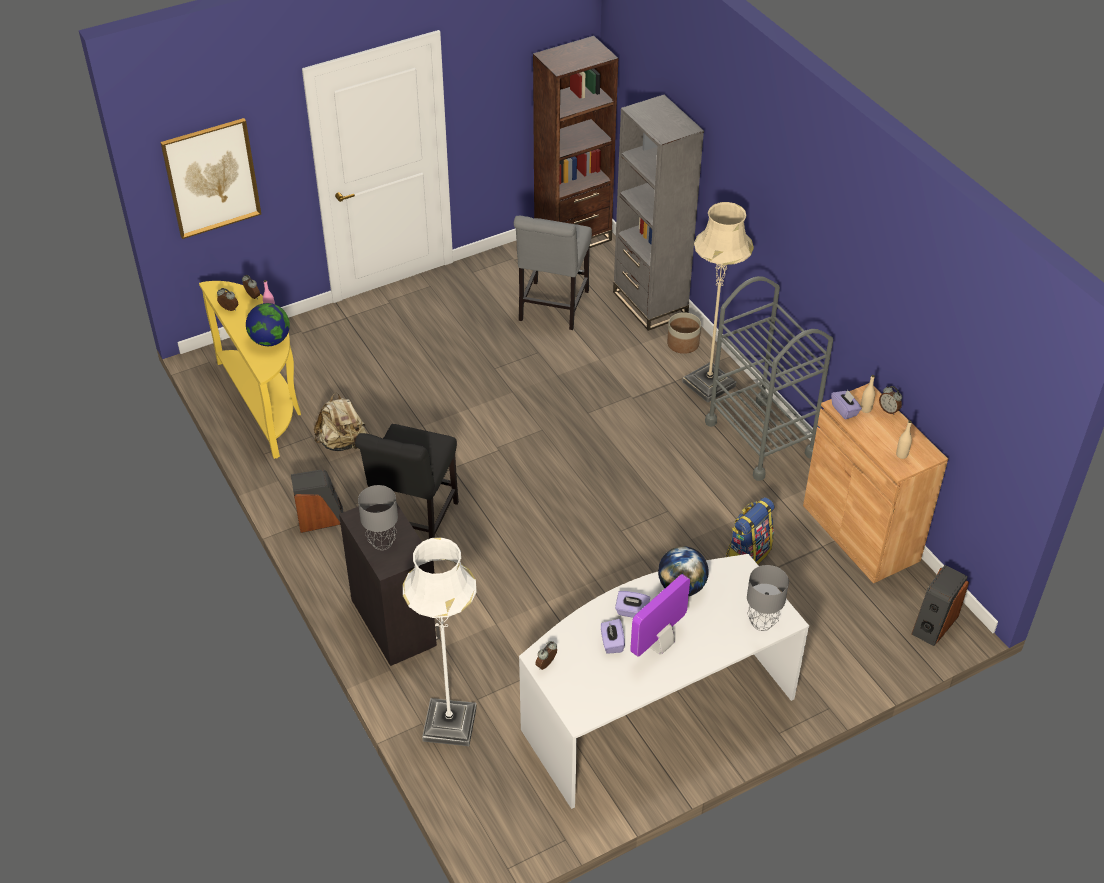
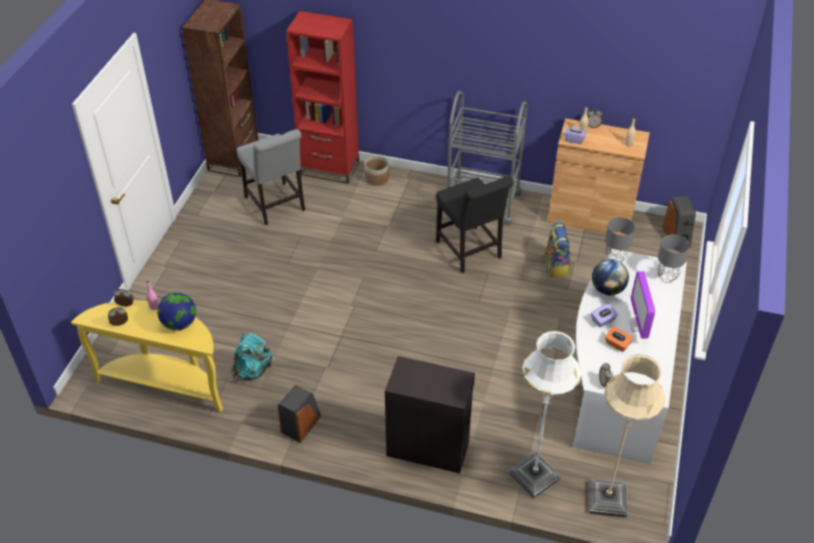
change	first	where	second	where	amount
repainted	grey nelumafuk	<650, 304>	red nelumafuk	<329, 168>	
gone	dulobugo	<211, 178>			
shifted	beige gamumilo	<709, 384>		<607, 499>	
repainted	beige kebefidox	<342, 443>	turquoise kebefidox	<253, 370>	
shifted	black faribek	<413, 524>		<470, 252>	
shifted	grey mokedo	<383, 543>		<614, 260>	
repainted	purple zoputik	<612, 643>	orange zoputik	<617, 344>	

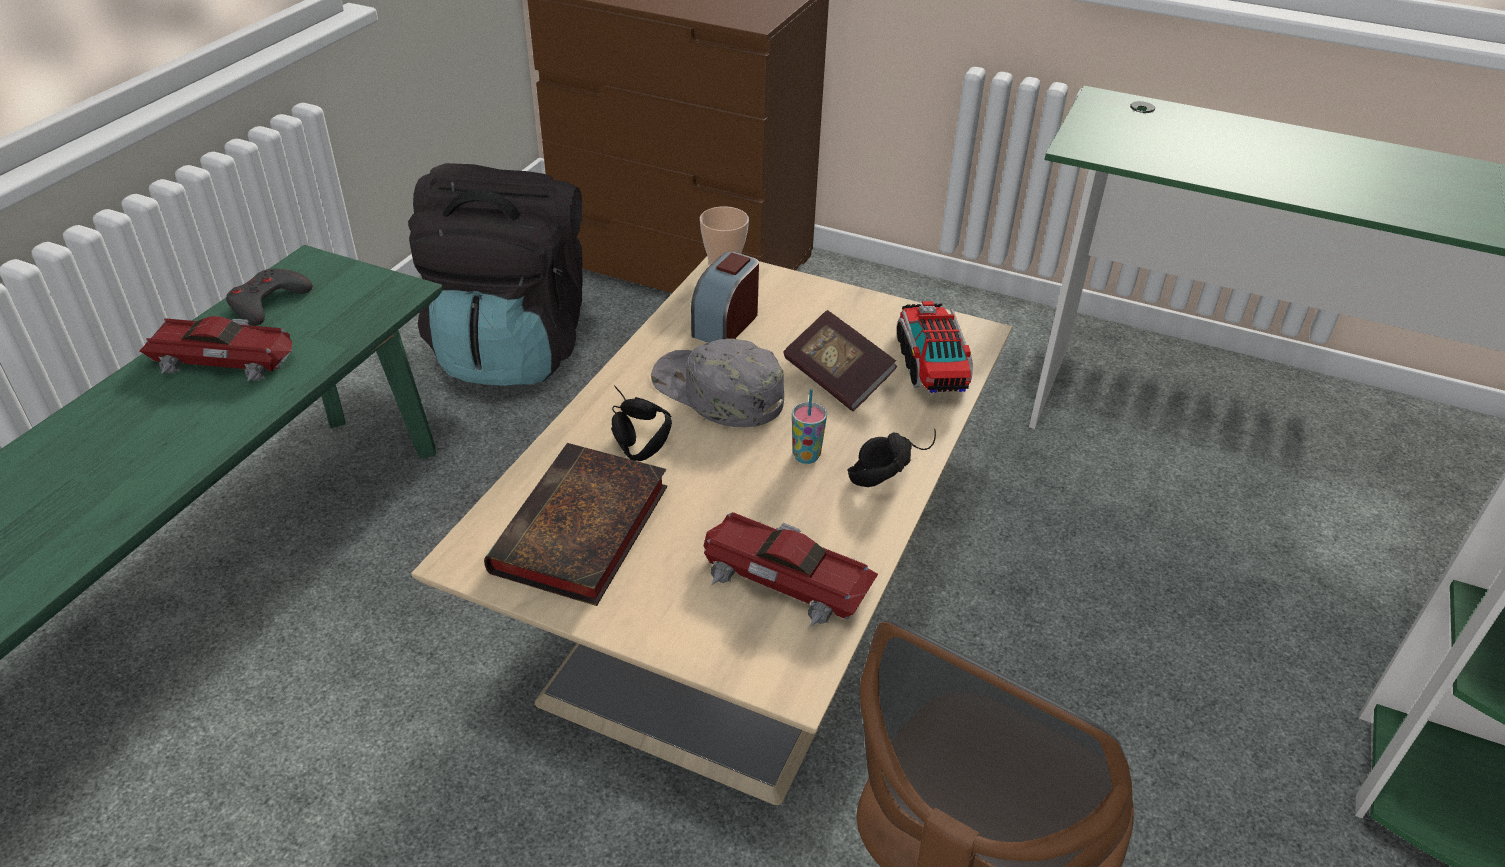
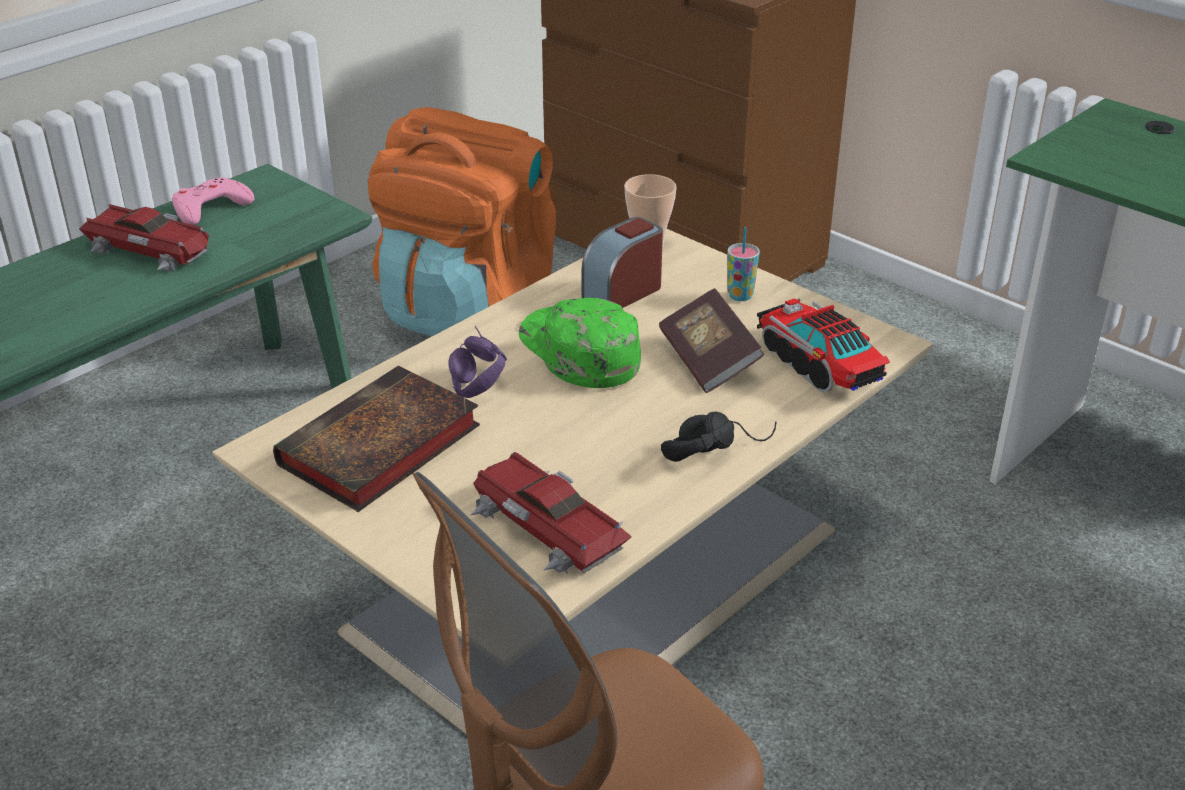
change	first	where	second	where	amount
repainted	black kebefidox	<512, 348>	orange kebefidox	<468, 306>	
repainted	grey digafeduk	<268, 302>	pink digafeduk	<210, 208>	
rotated	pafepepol	<932, 364>		<818, 364>	45 degrees counterclockwise
repainted	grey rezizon	<717, 391>	green rezizon	<578, 351>	
repainted	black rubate	<627, 432>	purple rubate	<470, 372>	
shifted	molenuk	<806, 456>		<740, 296>	

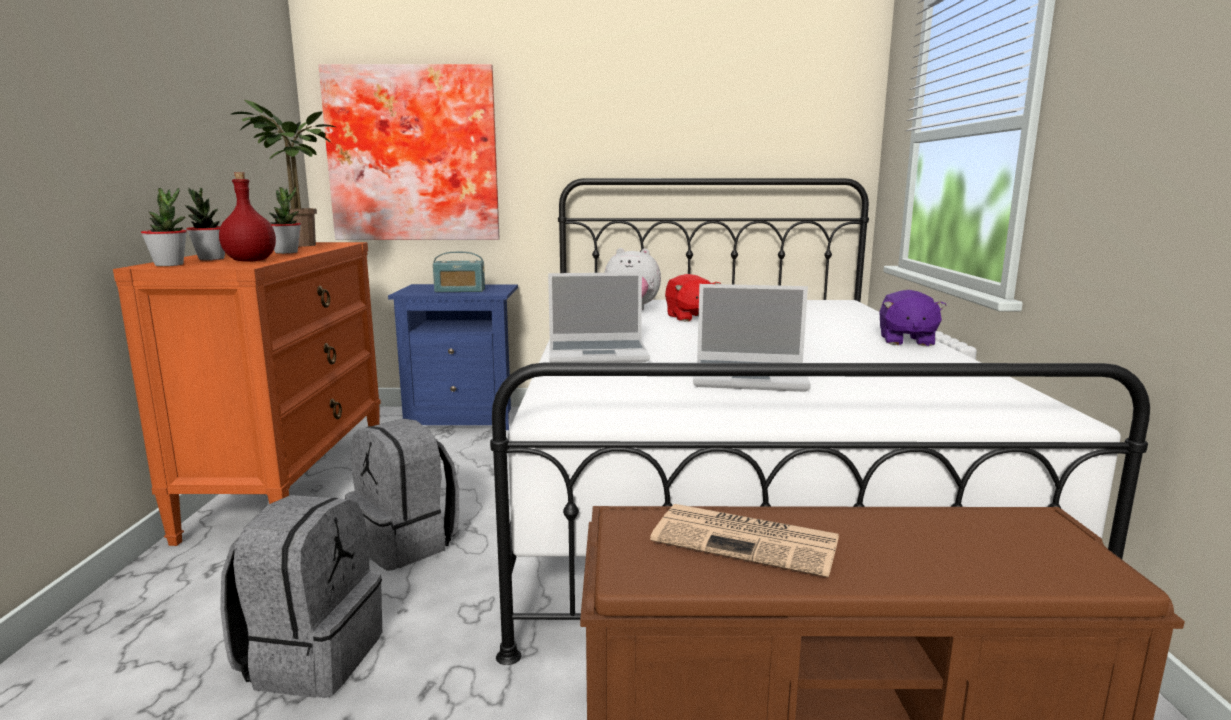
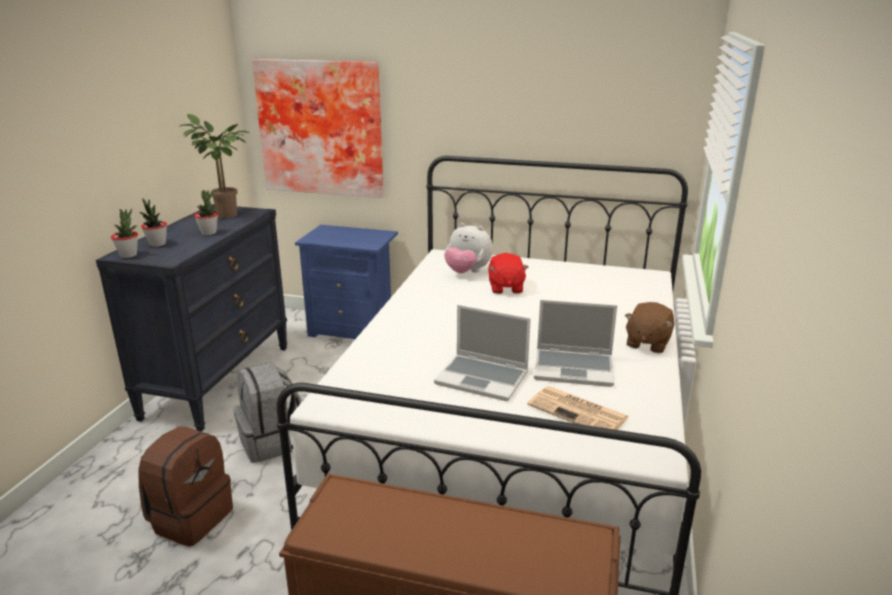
change	first	where	second	where	amount
gone	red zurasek	<250, 261>			
repainted	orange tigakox	<291, 485>	black tigakox	<218, 380>	
gone	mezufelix	<460, 290>			
shifted	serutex	<599, 354>		<574, 368>	
repainted	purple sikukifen	<905, 341>	brown sikukifen	<647, 343>	
repainted	grey kebefidox	<312, 657>	brown kebefidox	<190, 518>	
shifted	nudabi	<748, 540>		<579, 412>	

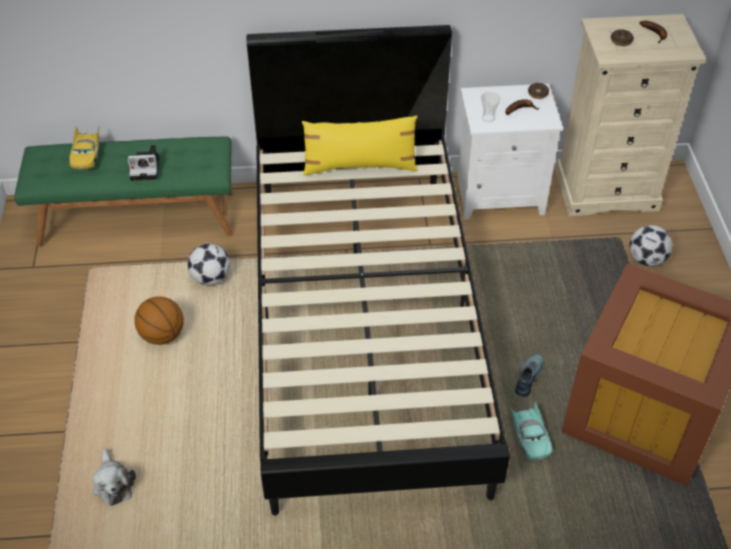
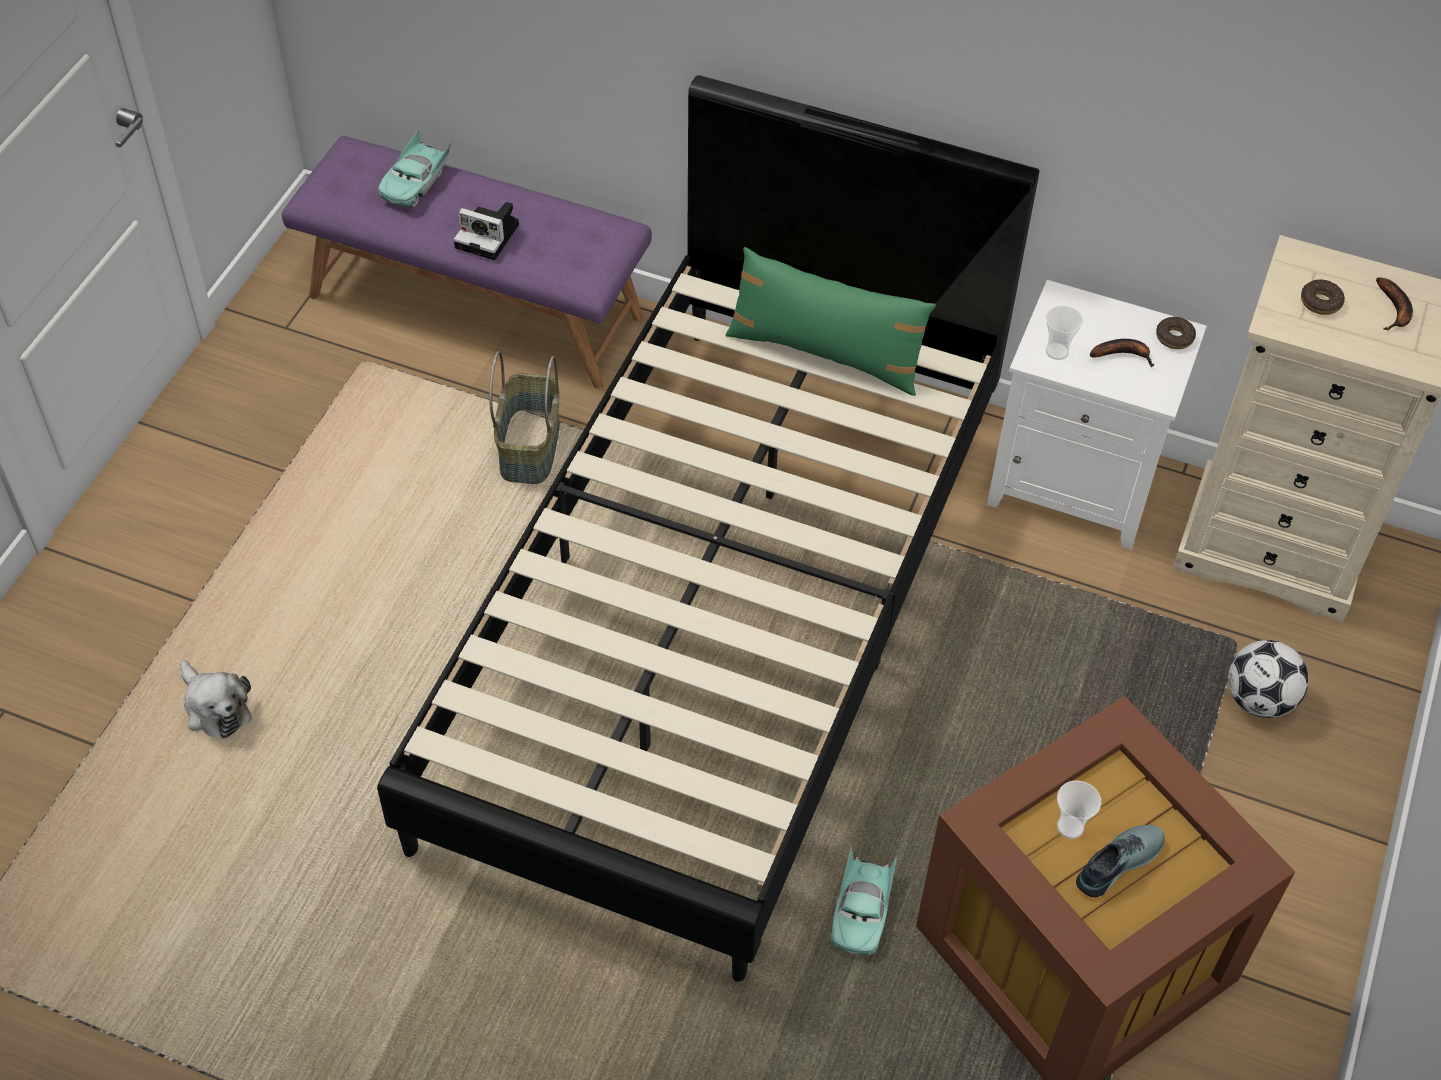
change	first	where	second	where	amount
repainted	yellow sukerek	<360, 166>	green sukerek	<825, 353>	
repainted	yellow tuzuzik	<86, 155>	turquoise tuzuzik	<415, 182>	
repainted	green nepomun	<137, 217>	purple nepomun	<477, 304>	
swapped	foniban	<211, 278>	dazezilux	<528, 447>	
gone	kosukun	<162, 335>			
shifted	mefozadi	<527, 377>		<1116, 861>	
rotated	sikukifen	<113, 484>		<215, 708>	45 degrees counterclockwise
new			molenuk	<1070, 827>	

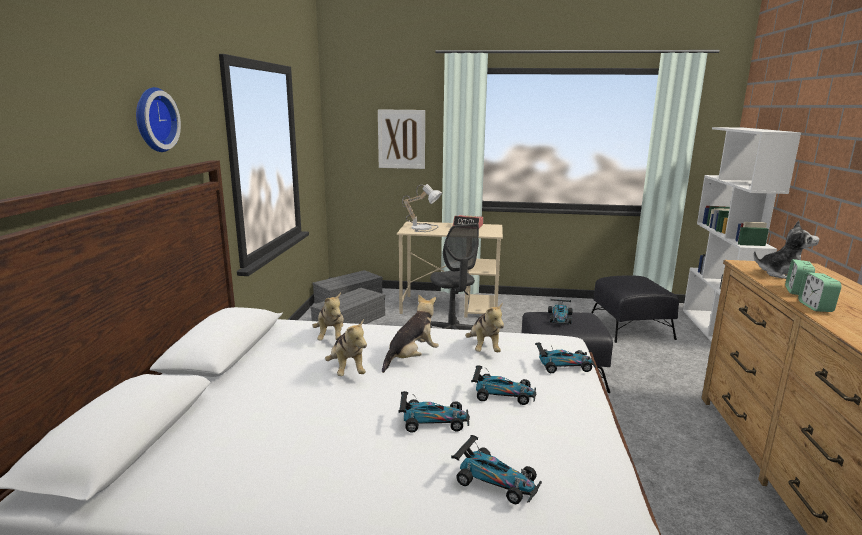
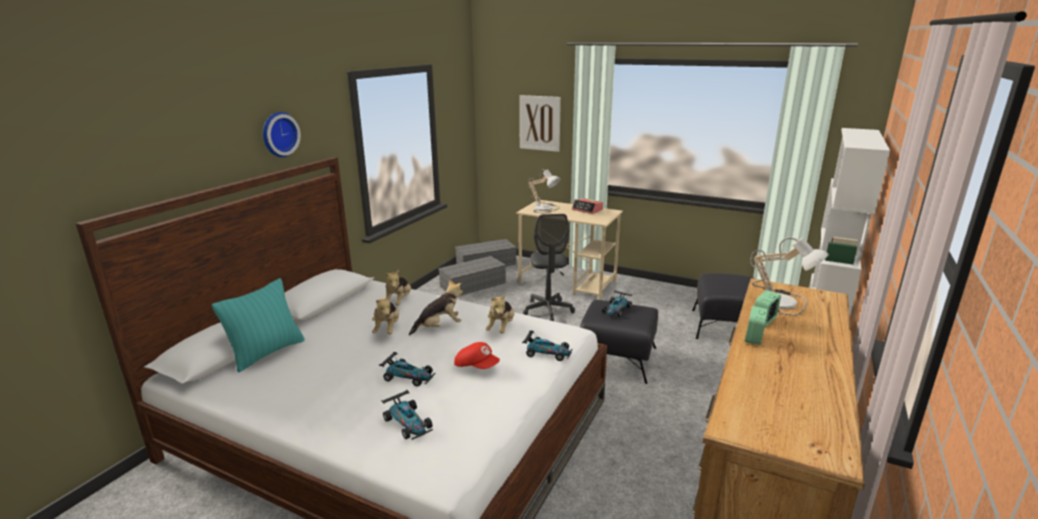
change	first	where	second	where	amount
swapped	sikukifen	<781, 274>	mokedo	<782, 301>	
swapped	tuzuzik	<502, 394>	red rezizon	<477, 366>	
new			turquoise sukerek	<267, 353>	

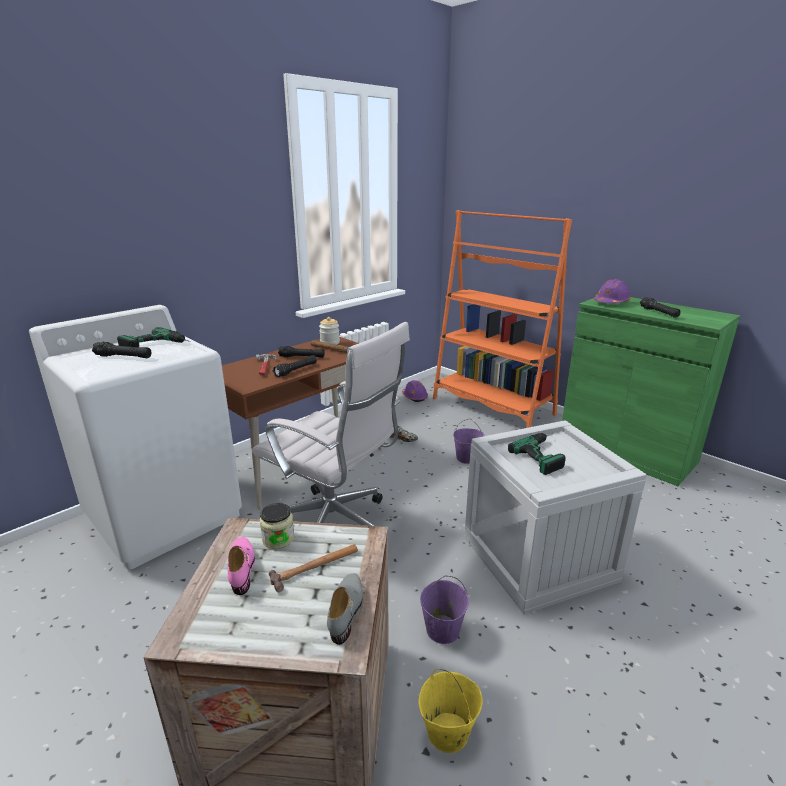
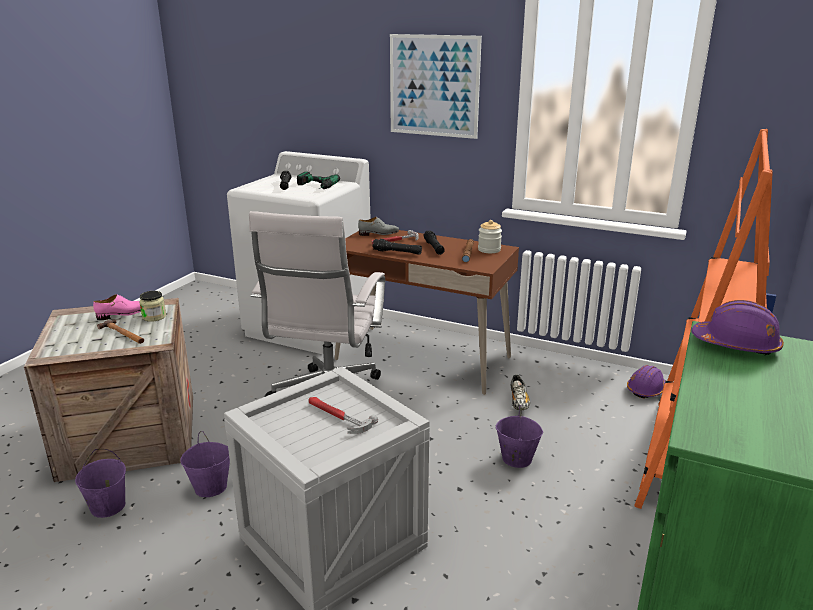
change	first	where	second	where	amount
gone	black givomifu	<658, 312>			
swapped	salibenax	<546, 454>	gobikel	<337, 417>	
shifted	grey mefozadi	<347, 610>		<379, 233>	
repainted	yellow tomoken	<447, 733>	purple tomoken	<107, 506>	
new			dulobugo	<434, 86>	

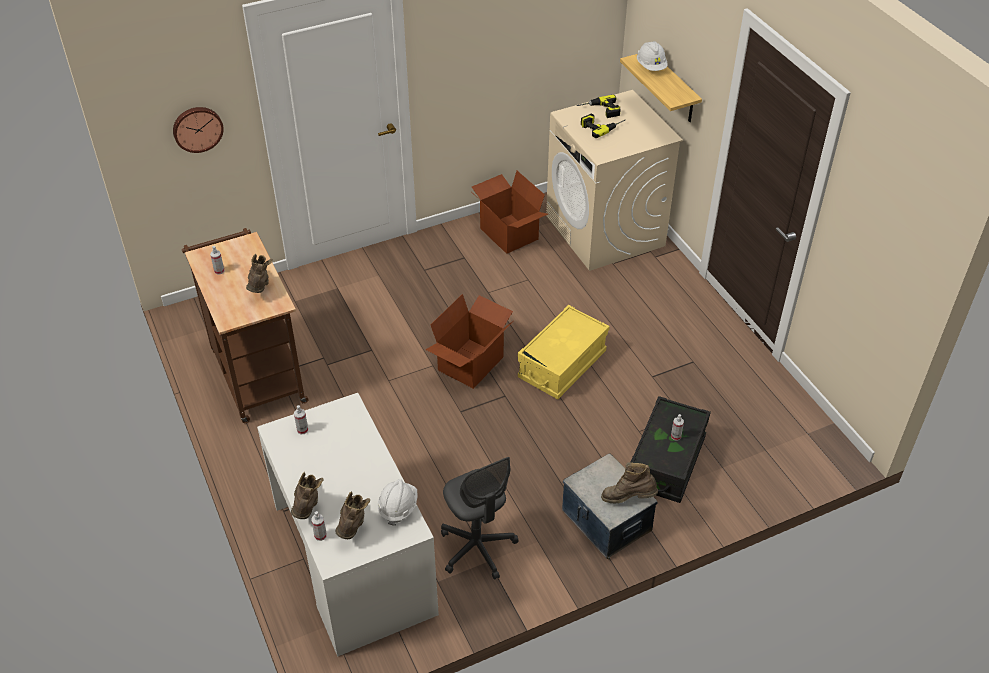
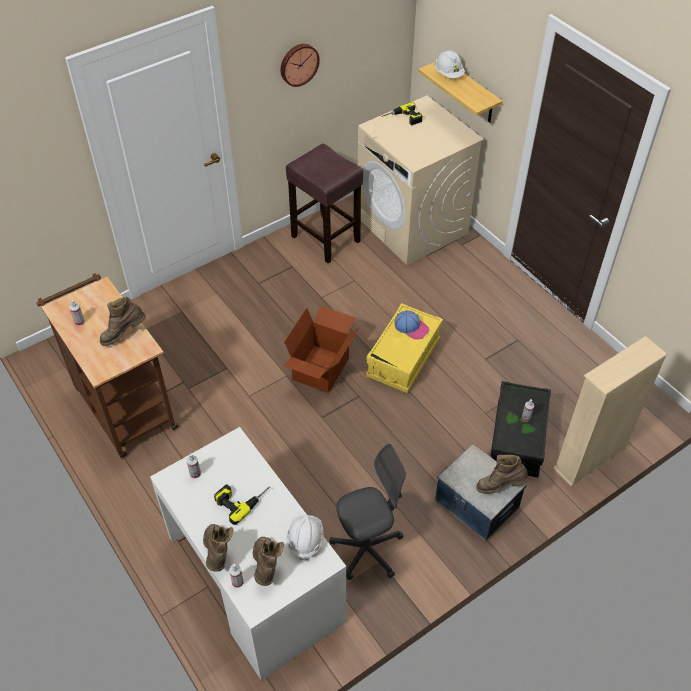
change	first	where	second	where	amount
shifted	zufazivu	<197, 128>		<298, 64>	
shifted	salibenax	<601, 126>		<241, 498>	
swapped	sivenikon	<508, 234>	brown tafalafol	<326, 239>	
rotated	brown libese	<260, 288>		<124, 334>	105 degrees counterclockwise
rotated	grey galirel	<477, 548>		<367, 550>	75 degrees counterclockwise
new			rezizon	<411, 327>	
new			beige nelumafuk	<589, 458>	

